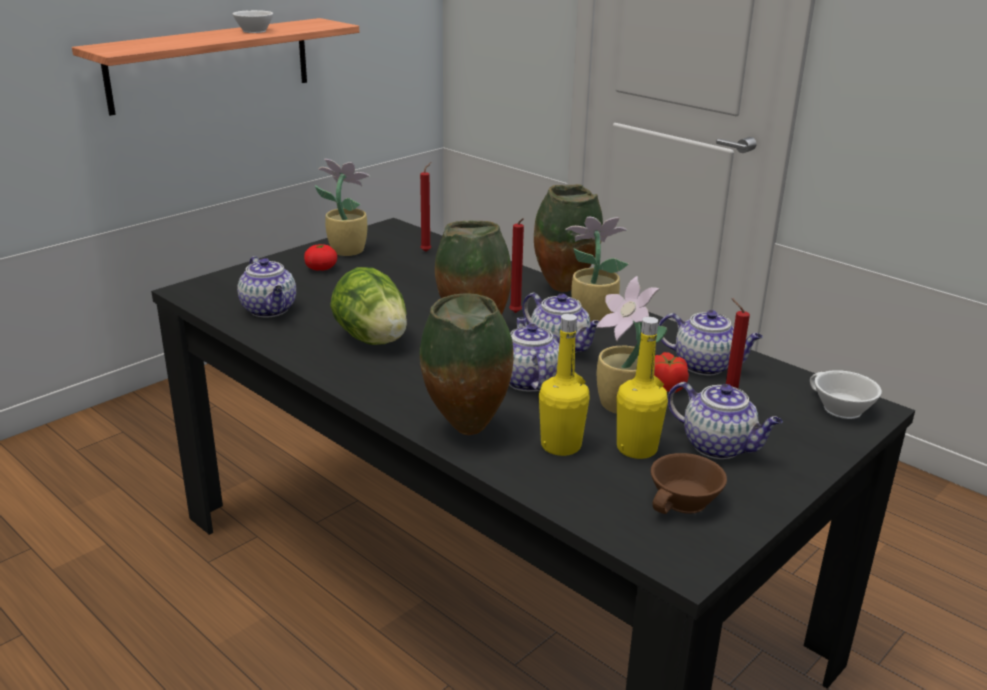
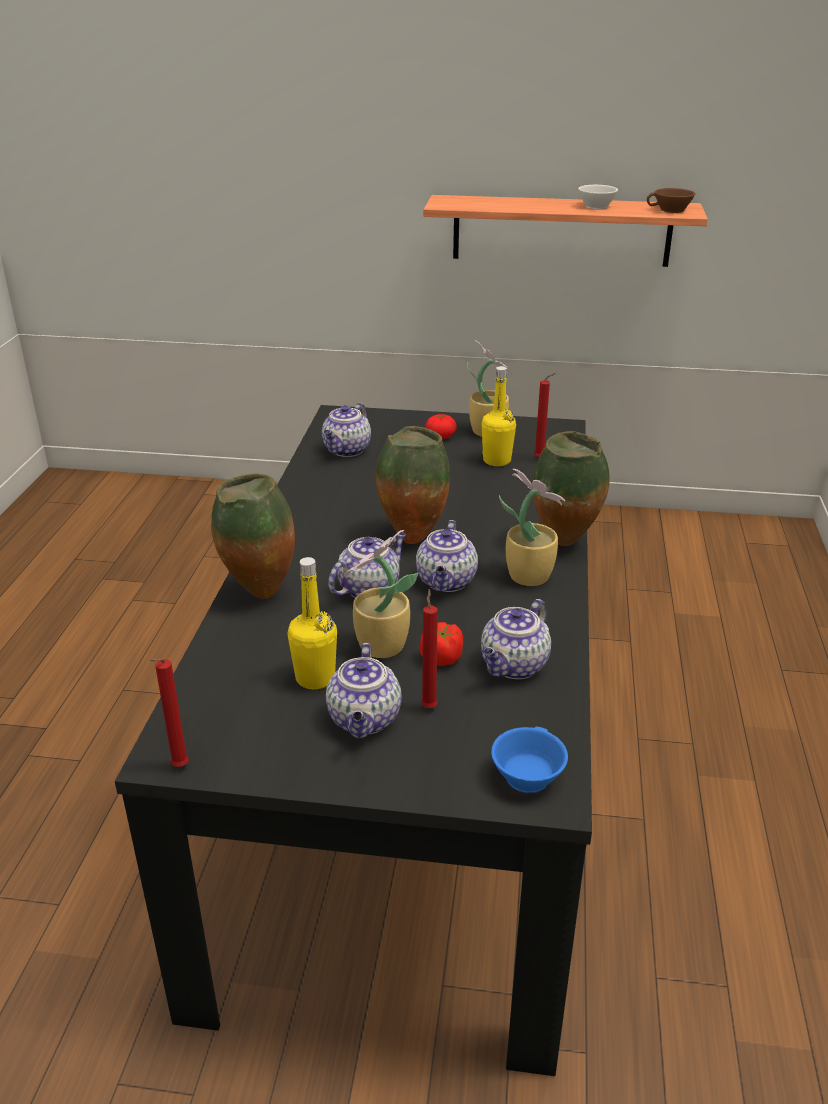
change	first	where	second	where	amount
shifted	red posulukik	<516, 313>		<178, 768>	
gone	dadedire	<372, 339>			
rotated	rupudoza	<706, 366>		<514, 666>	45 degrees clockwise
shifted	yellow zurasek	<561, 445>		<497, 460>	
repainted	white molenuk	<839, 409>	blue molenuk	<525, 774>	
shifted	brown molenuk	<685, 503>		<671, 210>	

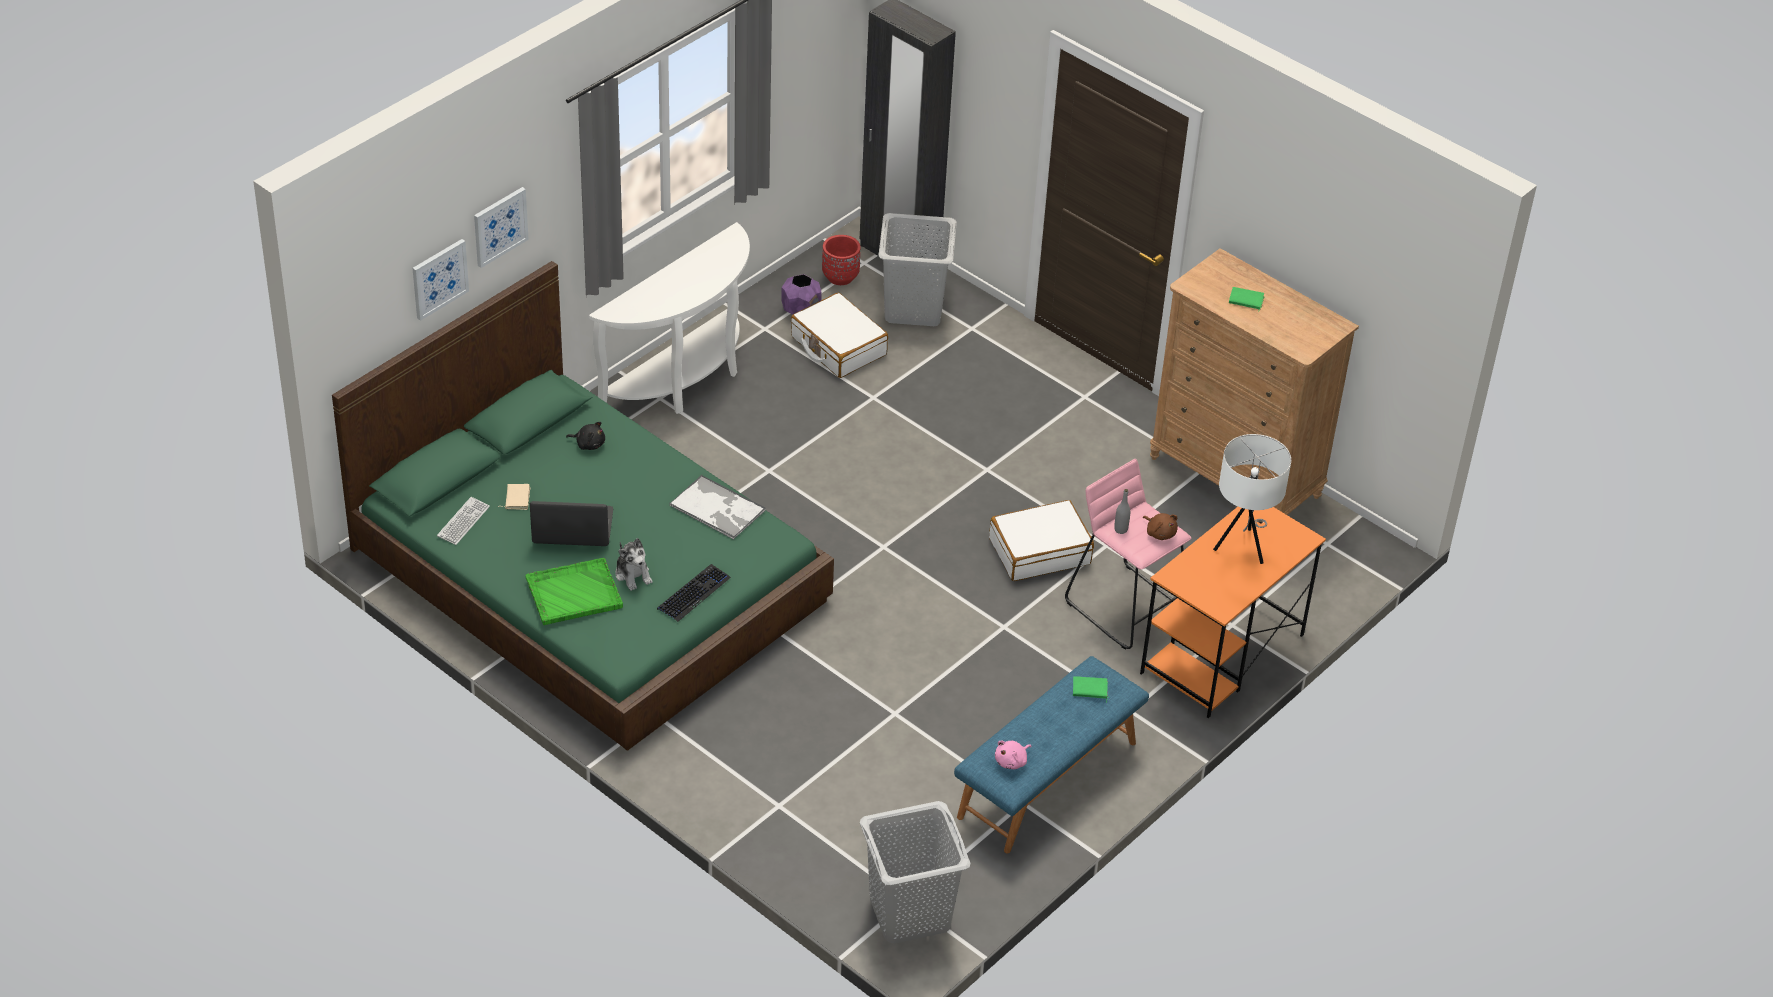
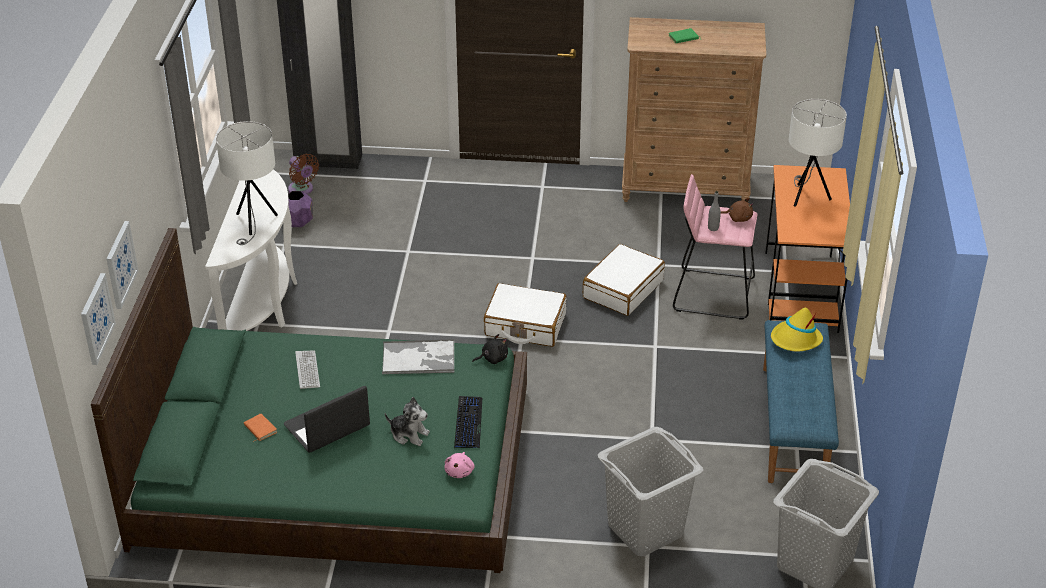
change	first	where	second	where	amount
shifted	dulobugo	<499, 226>		<96, 318>	
shifted	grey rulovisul	<913, 308>		<644, 529>	
swapped	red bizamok	<840, 277>	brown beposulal	<302, 190>	
shifted	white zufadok	<838, 346>		<525, 325>	
shifted	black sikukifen	<589, 444>		<492, 358>	
repainted	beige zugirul	<516, 498>	orange zugirul	<259, 429>	
shifted	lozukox	<463, 522>		<307, 370>	
gone	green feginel	<573, 593>			
swapped	green zugirul	<1089, 690>	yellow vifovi	<795, 340>	
shifted	pink sikukifen	<1012, 761>		<459, 471>	
new			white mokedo	<254, 223>	

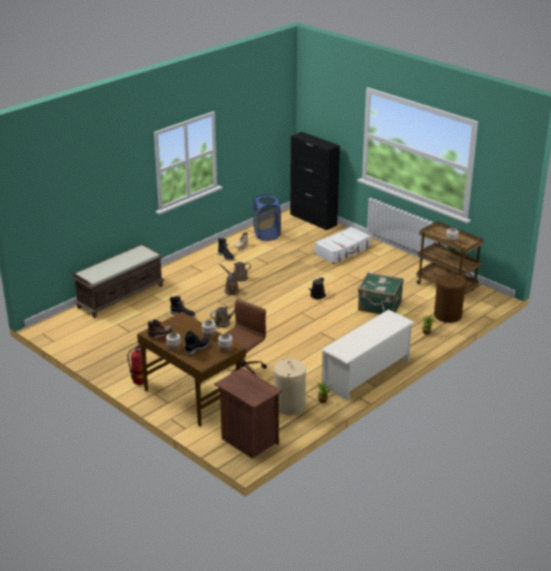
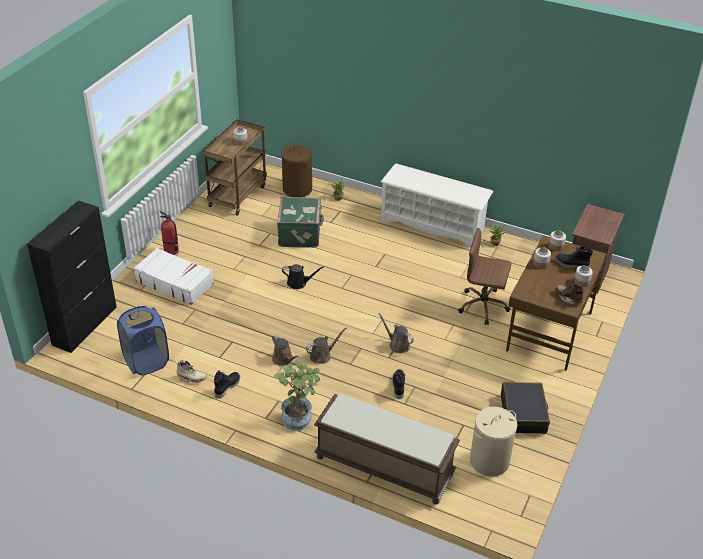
change	first	where	second	where	amount
shifted	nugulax	<139, 381>		<171, 251>	
shifted	beige rulovisul	<289, 405>		<489, 460>	
new			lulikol	<299, 417>	
new			black zufadok	<523, 414>	

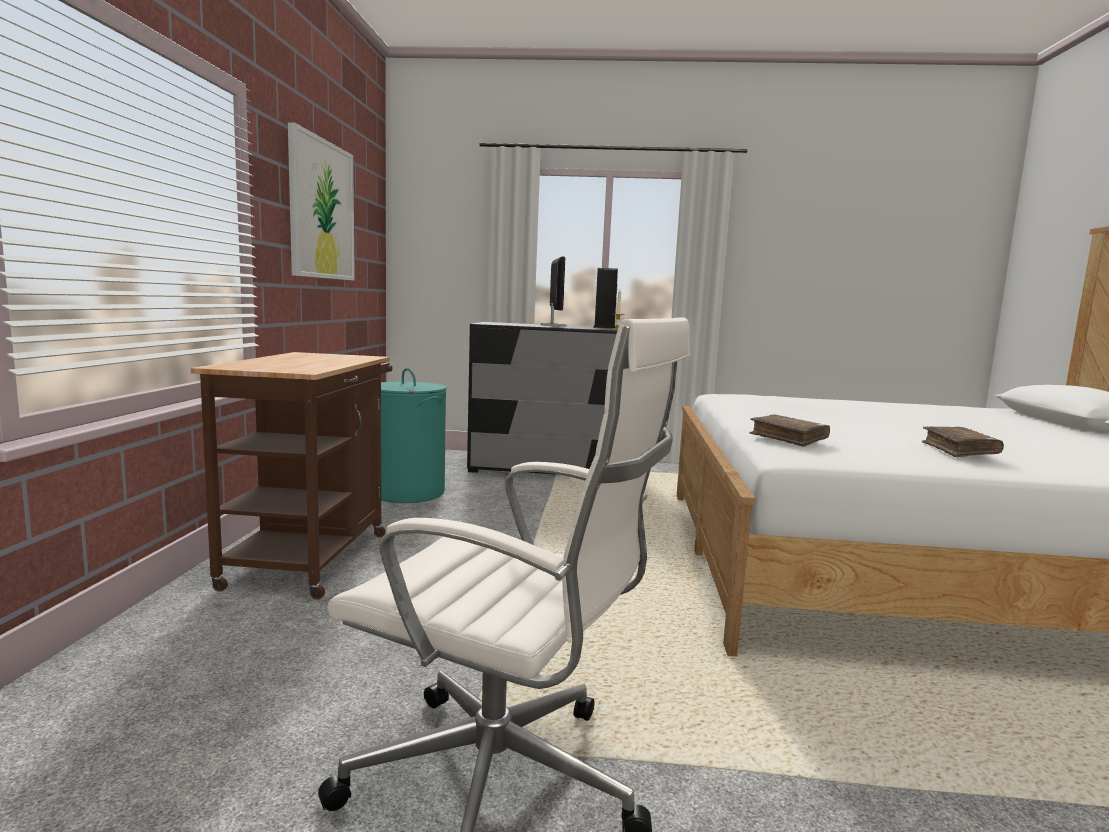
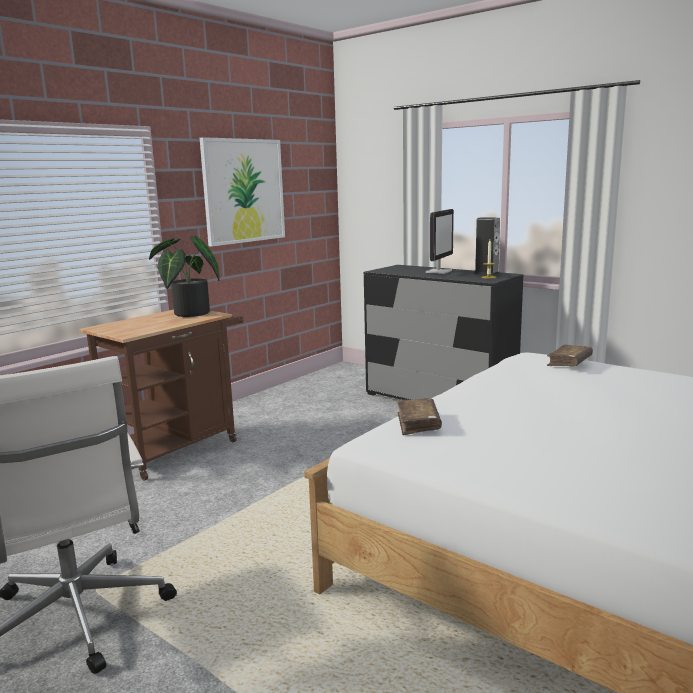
change	first	where	second	where	amount
gone	turquoise rulovisul	<408, 492>			
shifted	brown zugirul	<959, 450>		<569, 362>	
new			lulikol	<188, 314>	

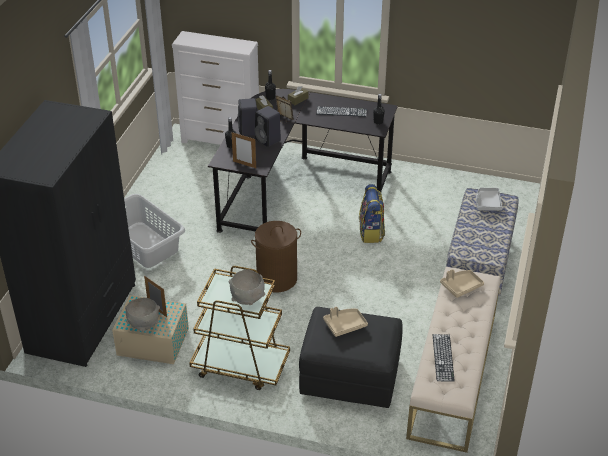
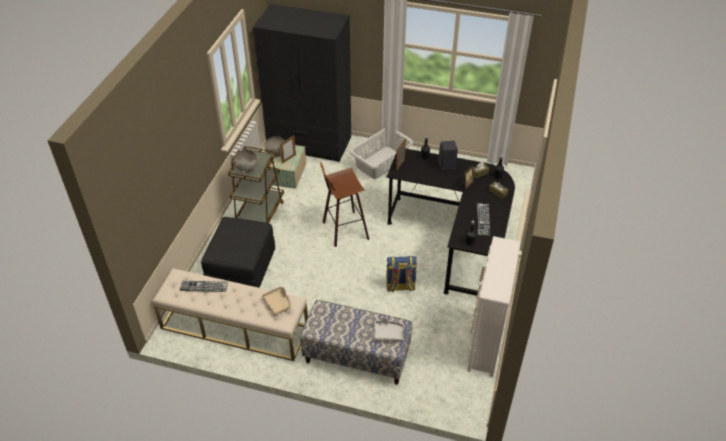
change	first	where	second	where	amount
shifted	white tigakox	<221, 141>		<486, 343>	
gone	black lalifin	<268, 140>			
swapped	brown rulovisul	<276, 279>	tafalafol	<343, 230>	
gone	beige feginel	<344, 325>			

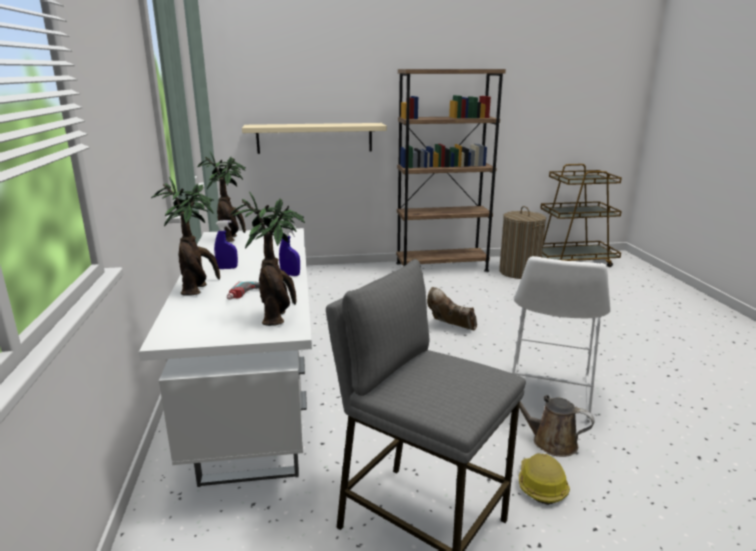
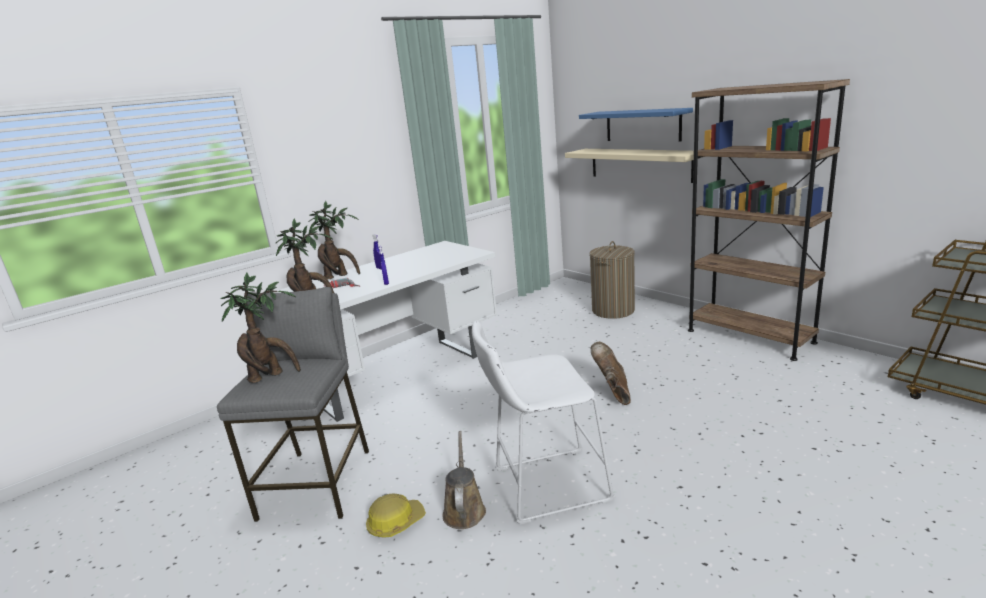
change	first	where	second	where	amount
shifted	lulikol	<231, 238>		<271, 376>	
shifted	rulovisul	<519, 272>		<613, 310>	
new			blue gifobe	<642, 125>	

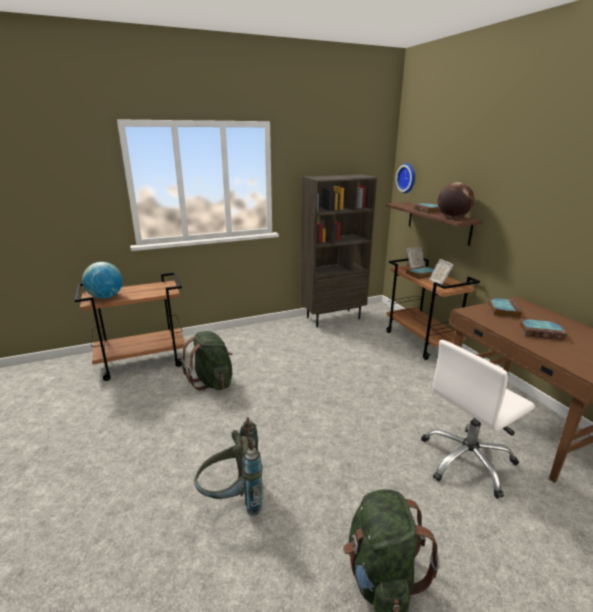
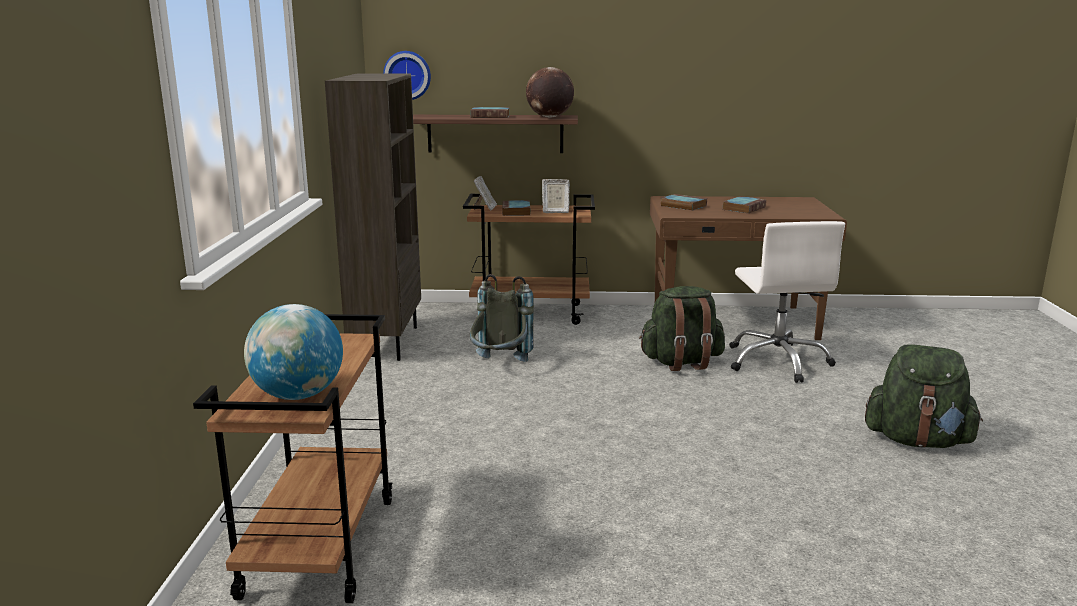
change	first	where	second	where	amount
shifted	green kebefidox	<212, 381>		<681, 362>	
shifted	grey kebefidox	<232, 499>		<500, 366>	

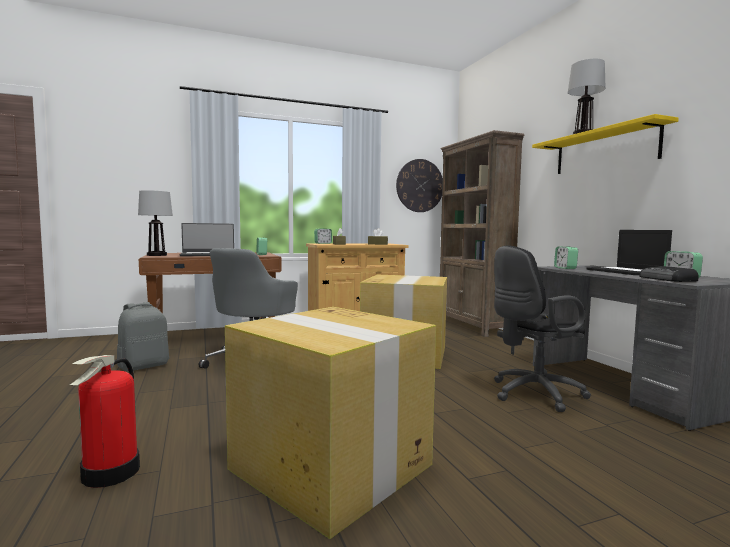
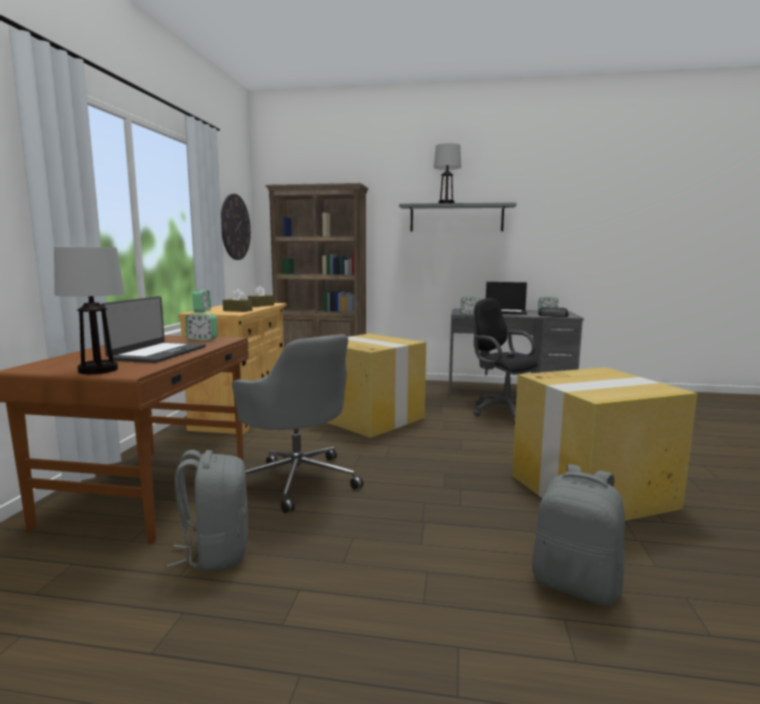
change	first	where	second	where	amount
repainted	yellow gifobe	<604, 150>	grey gifobe	<456, 218>	
rotated	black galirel	<532, 394>		<502, 411>	135 degrees clockwise
swapped	nugulax	<111, 473>	grey kebefidox	<576, 584>	

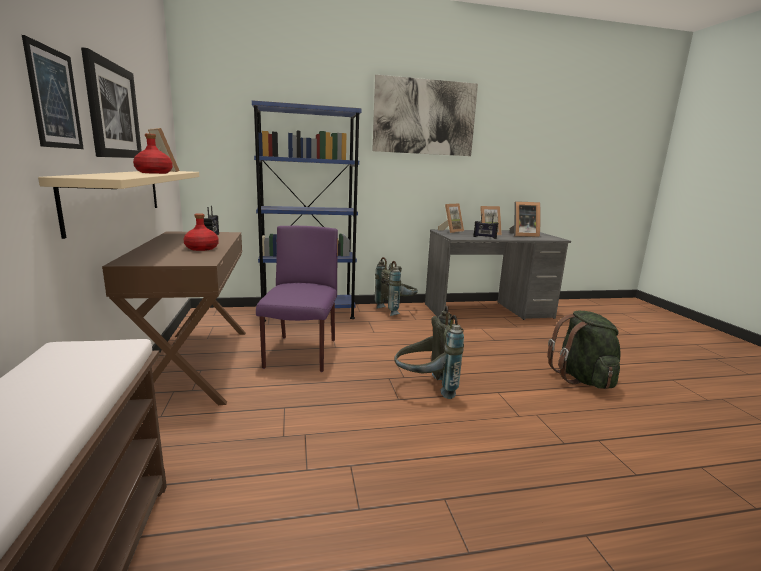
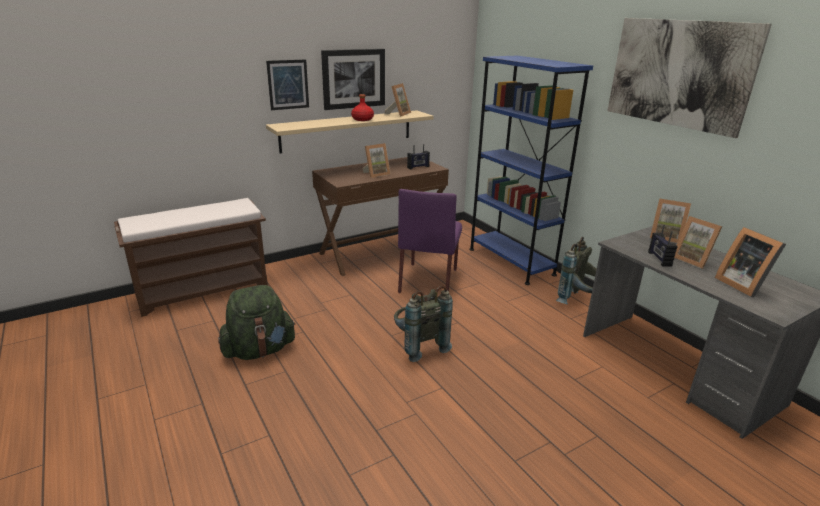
change	first	where	second	where	amount
swapped	red zurasek	<201, 248>	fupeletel	<376, 174>	
rotated	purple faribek	<301, 354>		<428, 280>	120 degrees clockwise
shifted	green kebefidox	<582, 378>		<259, 350>	

